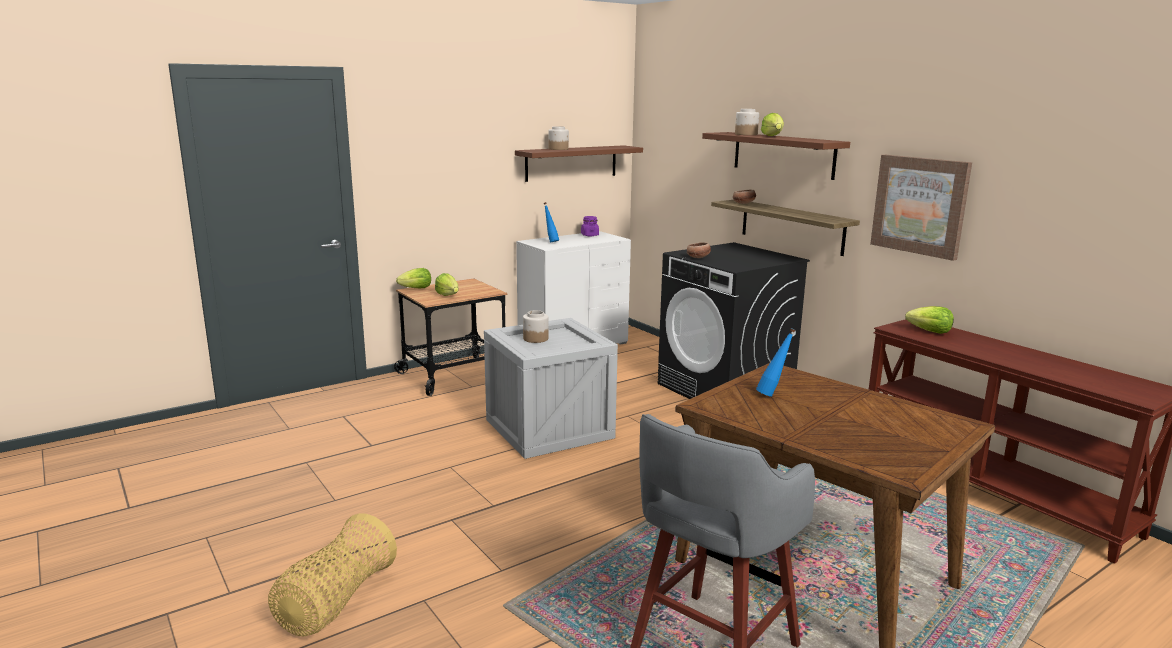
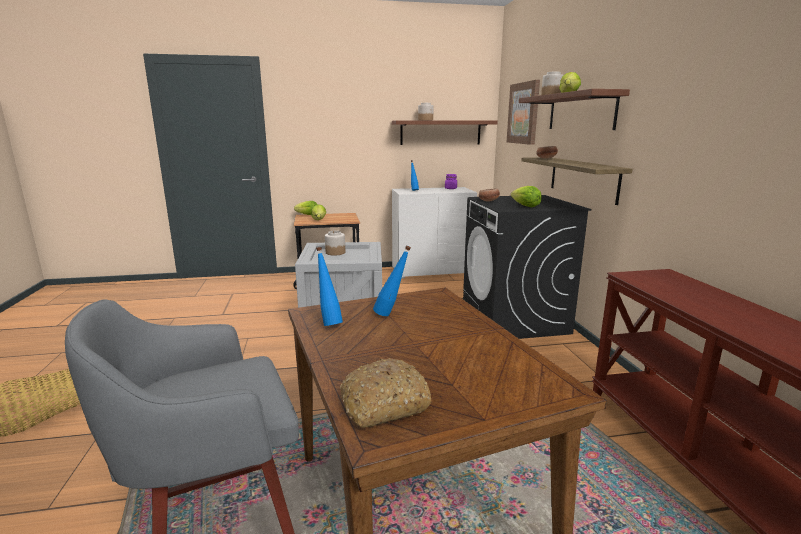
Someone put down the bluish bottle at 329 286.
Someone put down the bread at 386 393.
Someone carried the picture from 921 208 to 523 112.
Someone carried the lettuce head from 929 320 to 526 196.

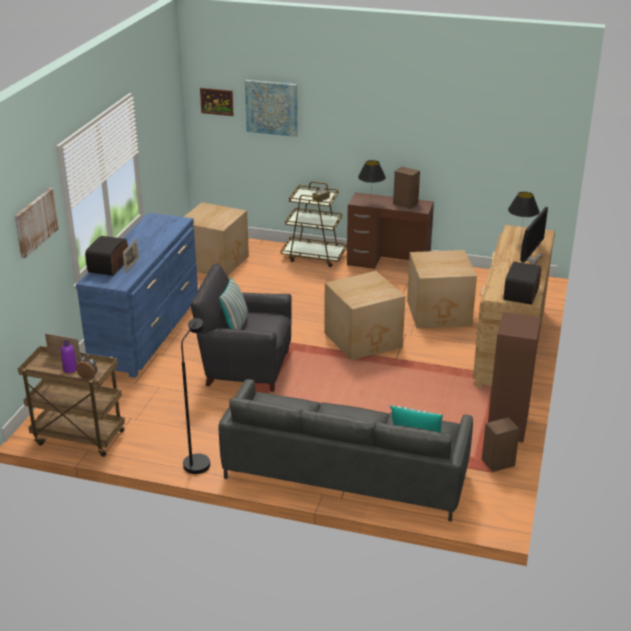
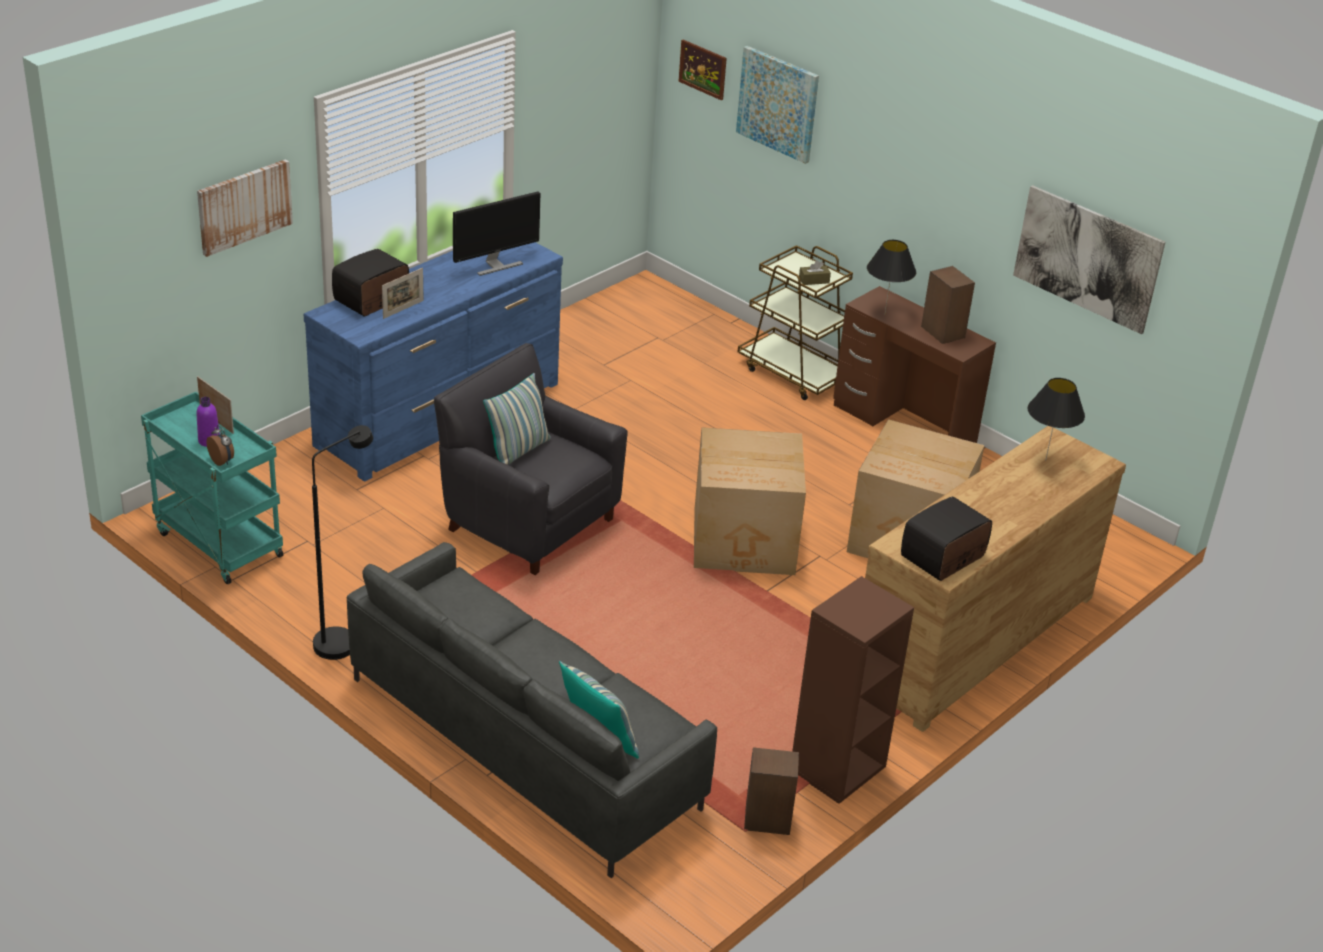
Someone repainted the brownish wheeled cart at 71 401, which became the blue-green wheeled cart at 212 488.
Someone carried the computer screen from 534 236 to 496 233.
Someone put up the picture at 1089 259.
Someone took away the packing box at 216 239.

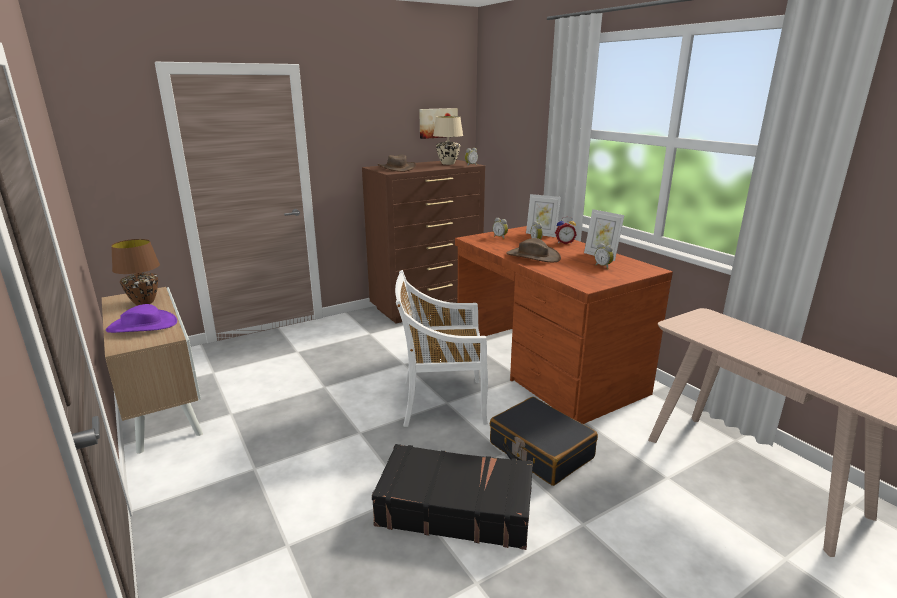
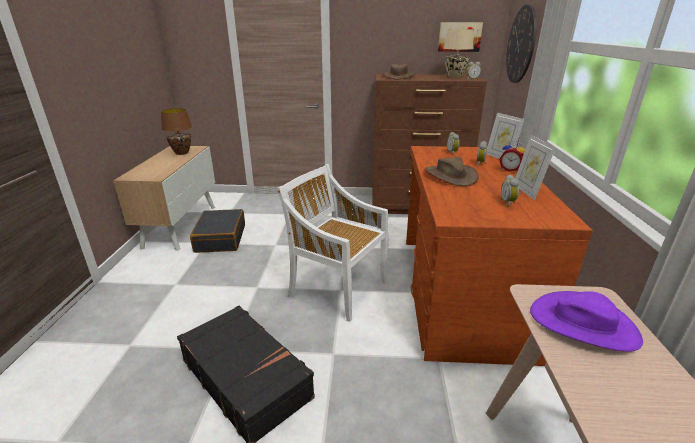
Someone carried the black-coloured travel case from 544 441 to 217 231.
Someone put up the wall clock at 521 43.
Someone carried the purplish hat from 141 318 to 586 321.

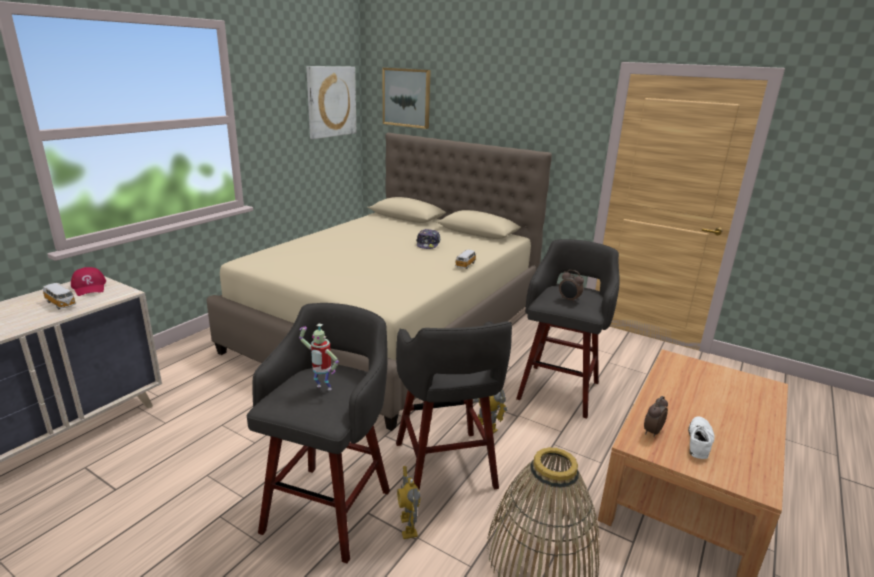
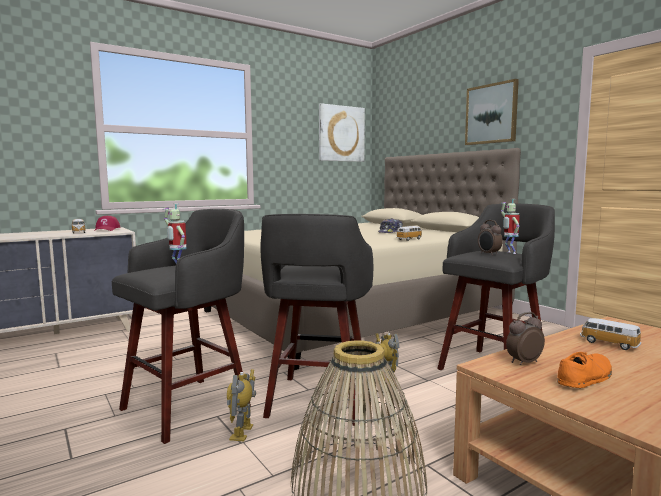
Someone carried the picture from 407 98 to 492 112.
Someone put down the robot figure at 510 226.
Someone repainted the whitish low shoe at 701 437, which became the orange low shoe at 584 370.
Someone put down the model car at 610 334.

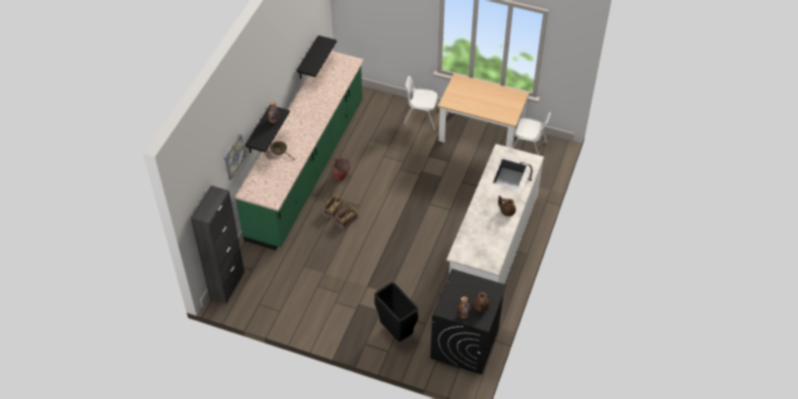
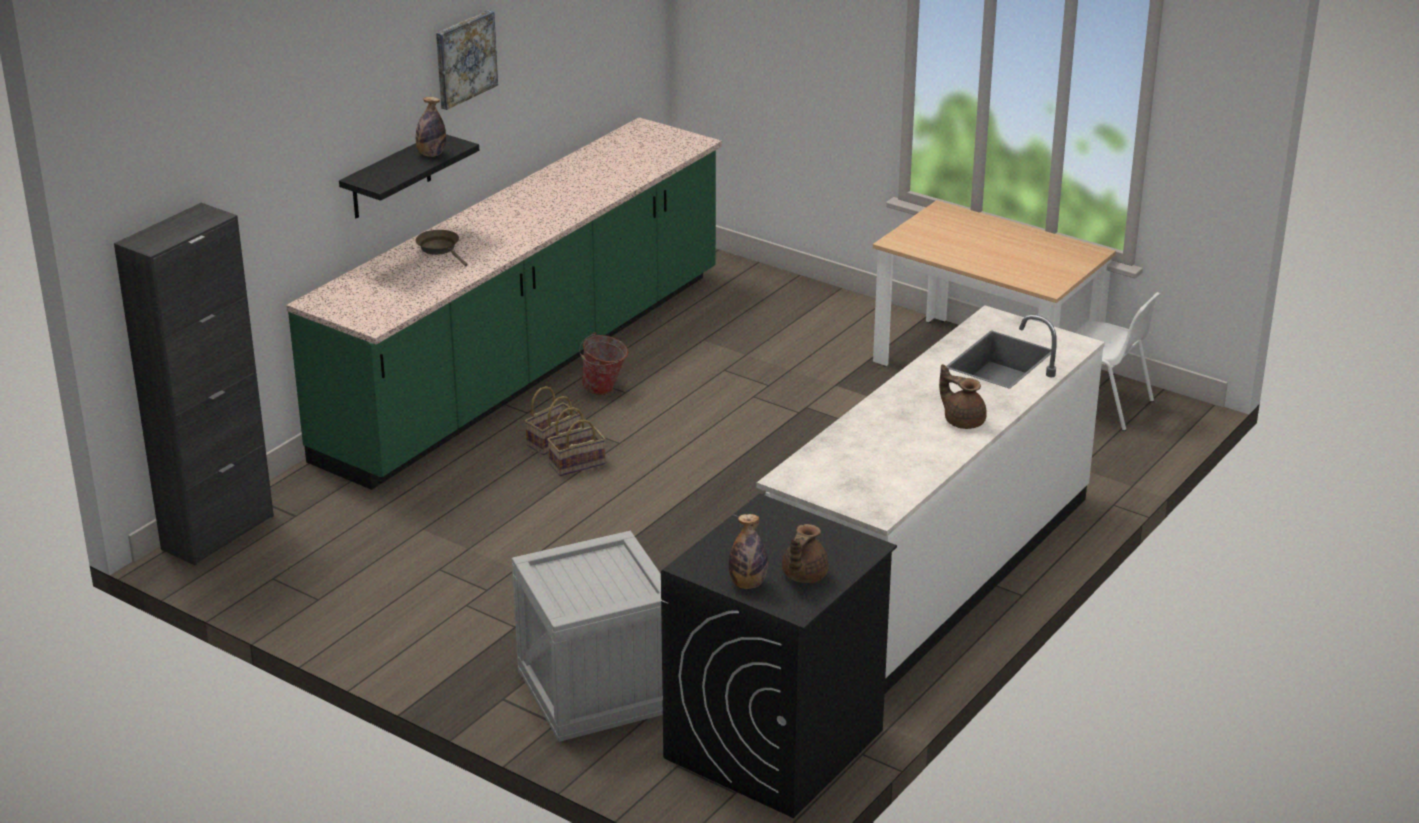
Someone carried the picture from 234 156 to 467 60.
Someone swapped the black-coloured rubbish bin at 396 312 for the shipping crate at 587 636.
Someone took away the black-coloured wall shelf at 316 57.
Someone took away the whitish plain chair at 421 103.

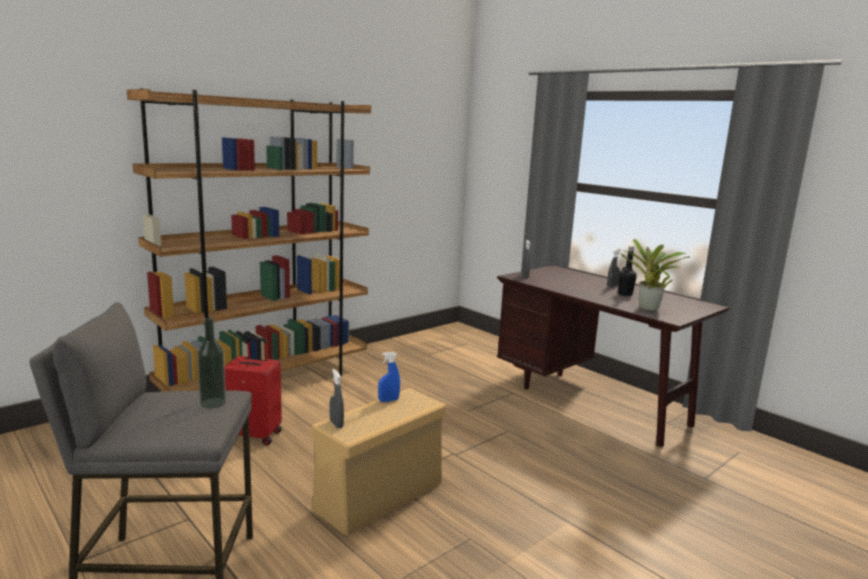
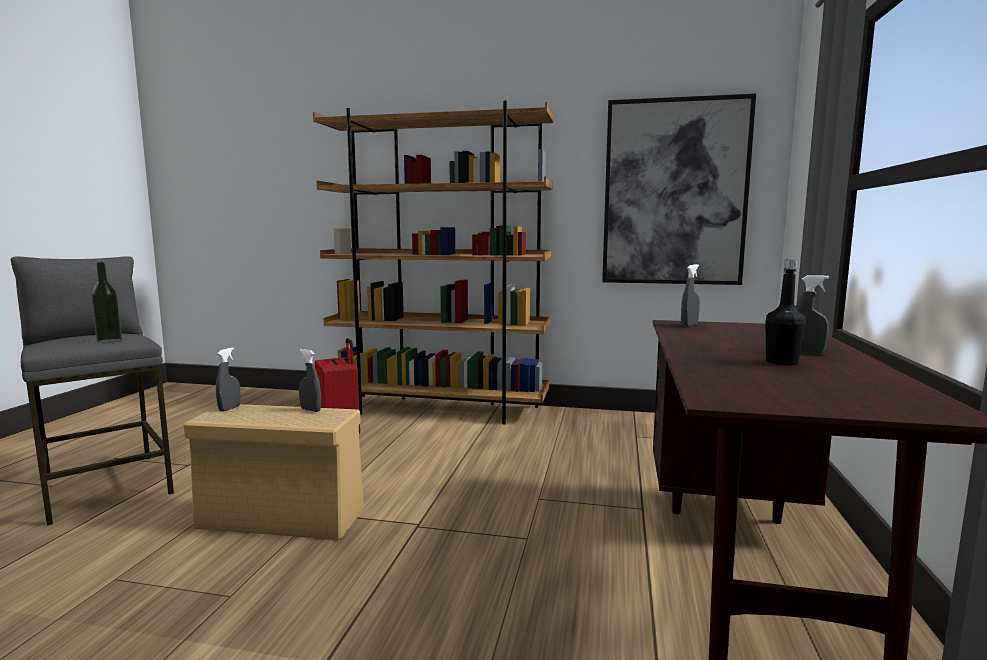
Someone repainted the bluish sprayer at 389 377, which became the gray sprayer at 310 380.
Someone put up the picture at 679 189.
Someone took away the potted plant at 655 275.

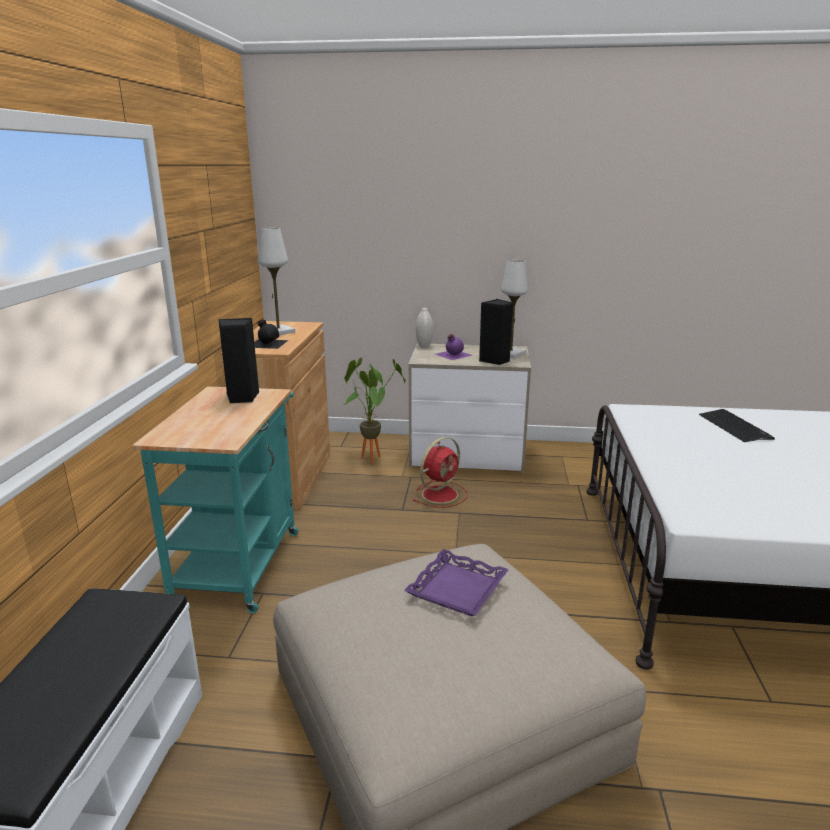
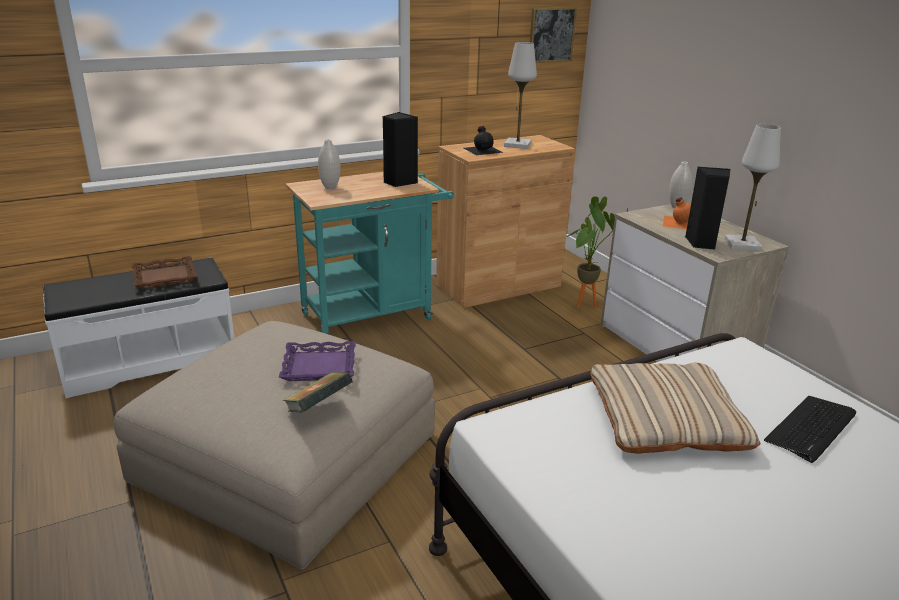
Someone put down the brownish carrying tray at 164 272.
Someone put down the bound book at 318 392.
Someone put down the whitish decorative vase at 329 164.
Someone put up the picture at 553 35.
Someone put down the sand-coloured cushion at 675 408.
Someone repainted the purplish bottle at 453 347, which became the orange bottle at 677 213.
Someone took away the red-coloured electric fan at 440 472.

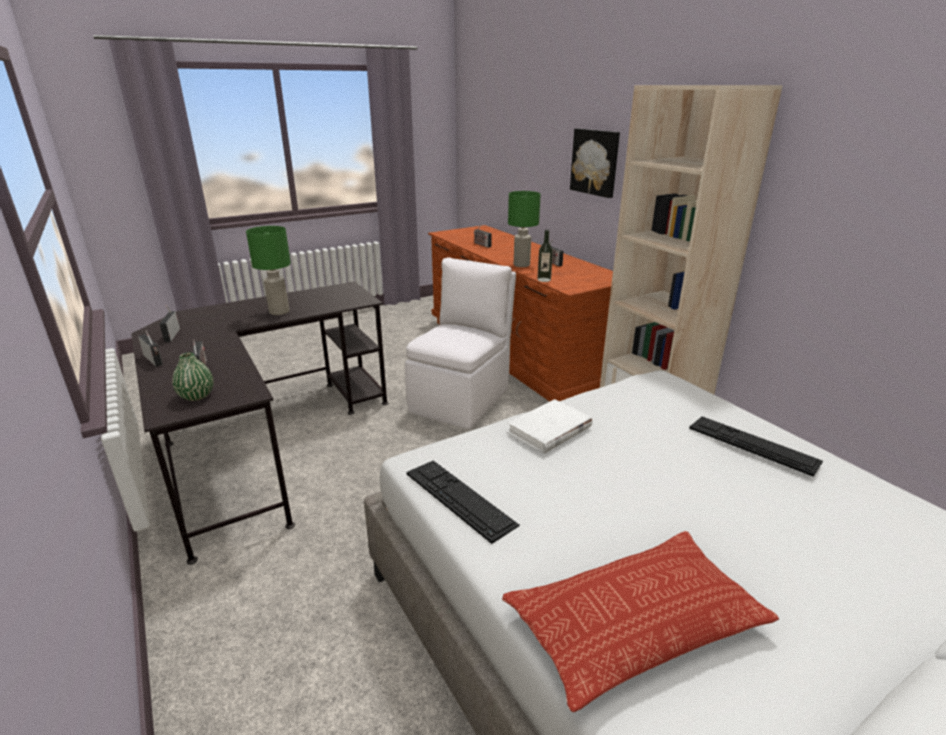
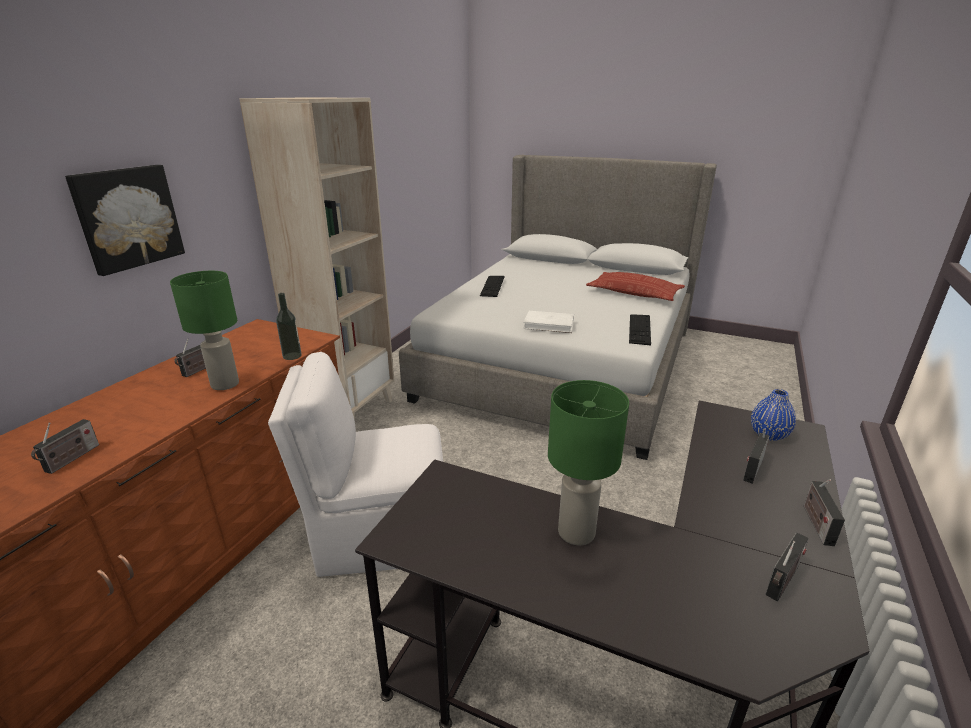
Someone repainted the green decorative vase at 193 377, which became the bluish decorative vase at 773 415.

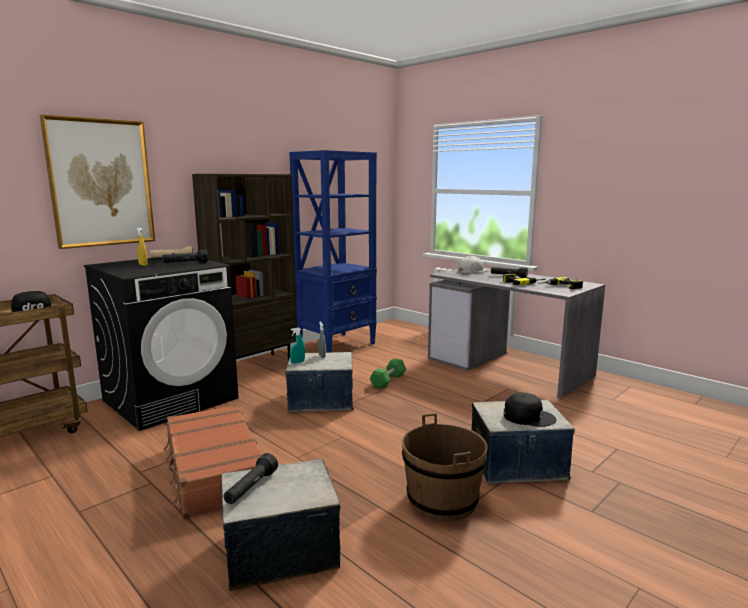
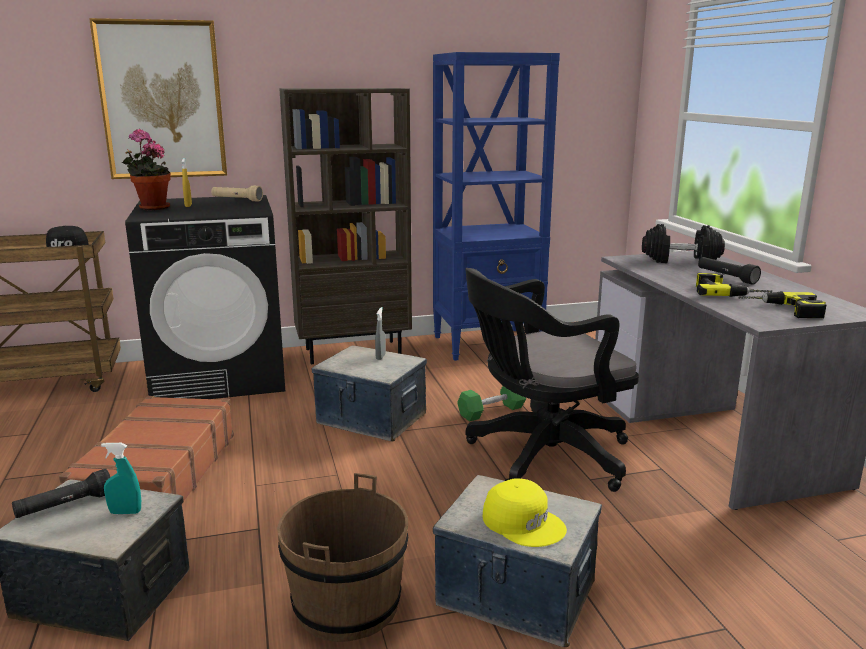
Someone carried the blue-green sprayer from 297 346 to 121 478.
Someone put down the potted plant at 146 169.
Someone put down the black-coloured desk chair at 552 380.
Someone repainted the black-coloured peaked cap at 530 409, which became the yellow peaked cap at 525 512.
Someone swapped the whitish safety helmet at 472 264 for the black-coloured hand weight at 683 243.
Someone took away the black-coloured hand torch at 185 256.

